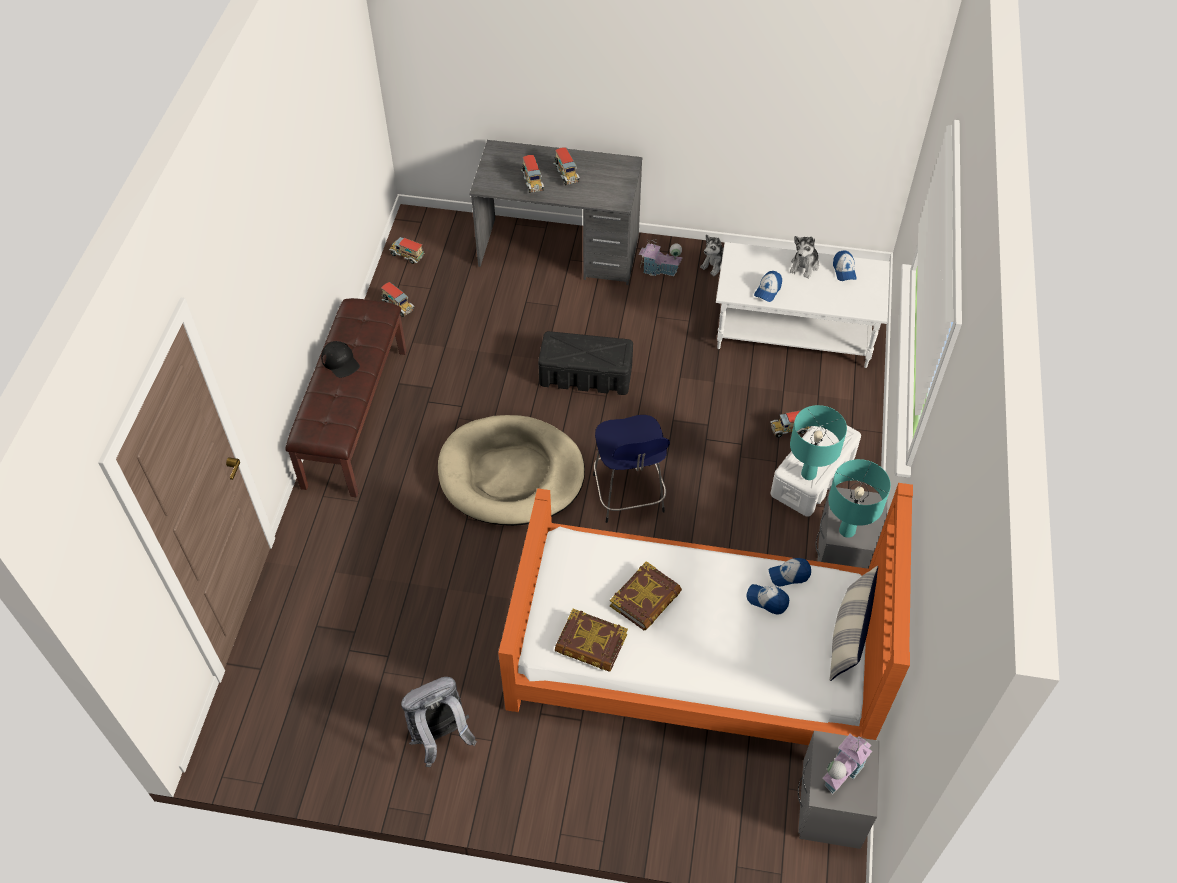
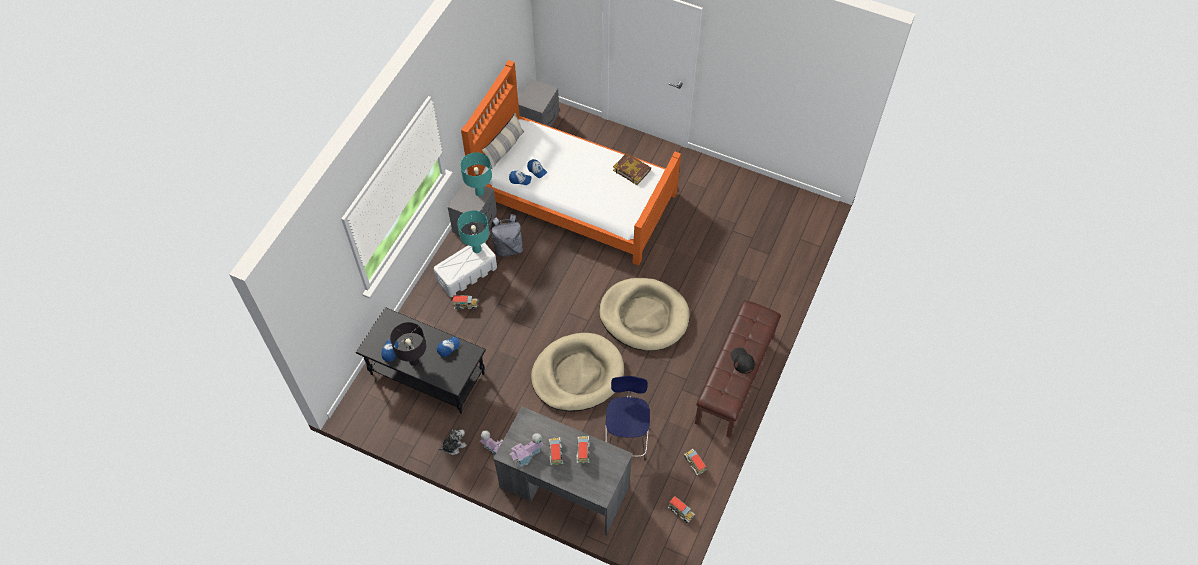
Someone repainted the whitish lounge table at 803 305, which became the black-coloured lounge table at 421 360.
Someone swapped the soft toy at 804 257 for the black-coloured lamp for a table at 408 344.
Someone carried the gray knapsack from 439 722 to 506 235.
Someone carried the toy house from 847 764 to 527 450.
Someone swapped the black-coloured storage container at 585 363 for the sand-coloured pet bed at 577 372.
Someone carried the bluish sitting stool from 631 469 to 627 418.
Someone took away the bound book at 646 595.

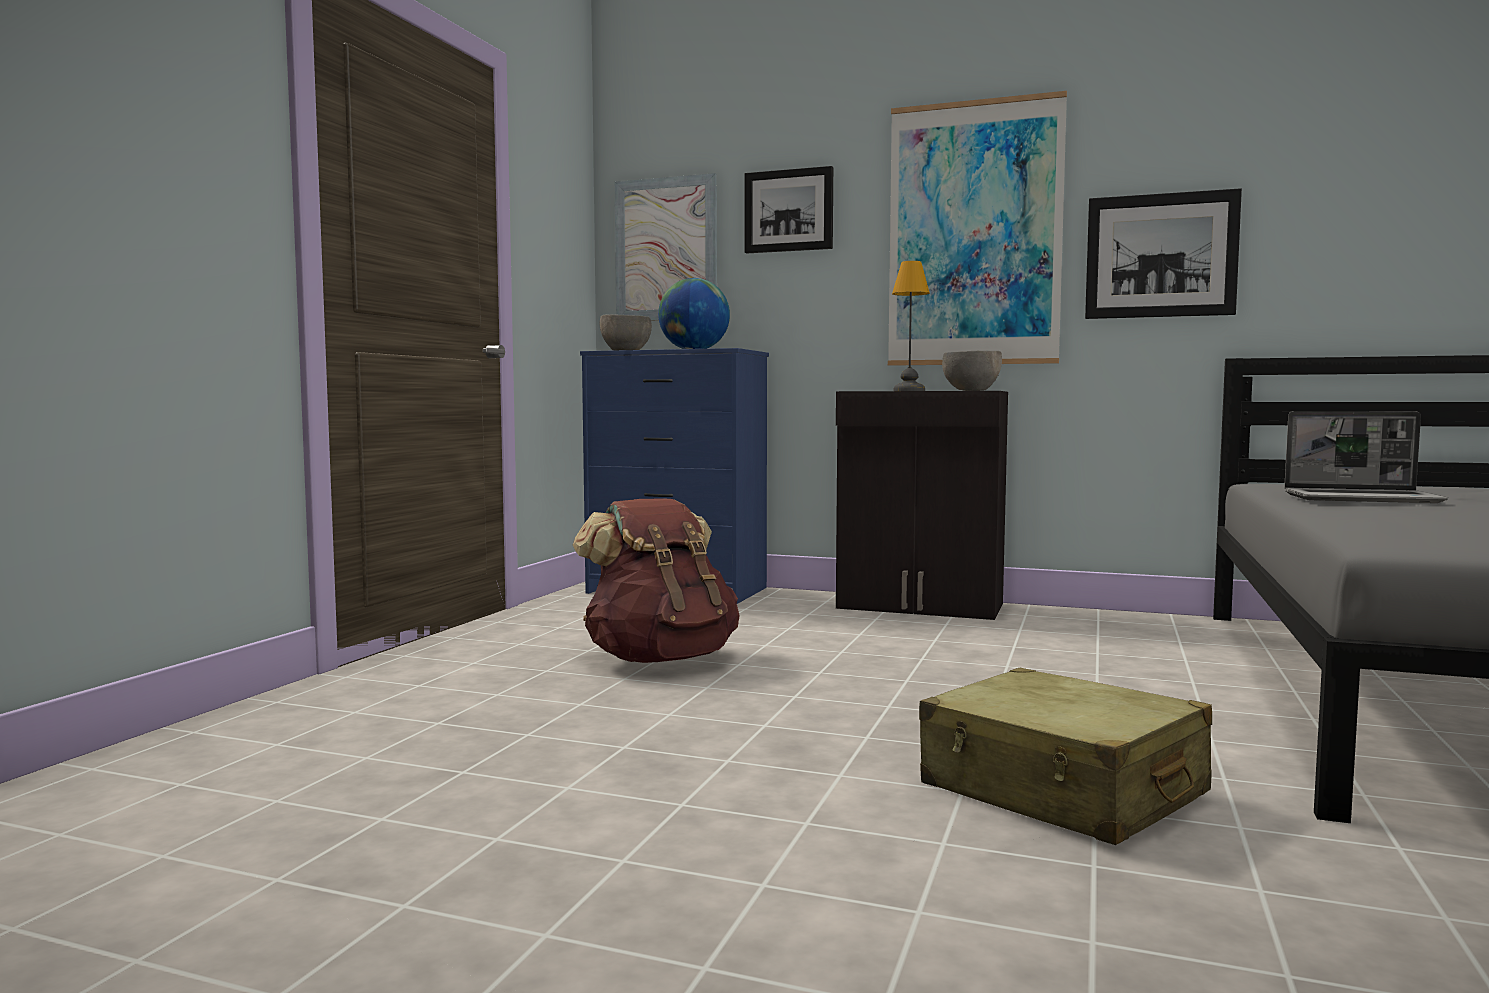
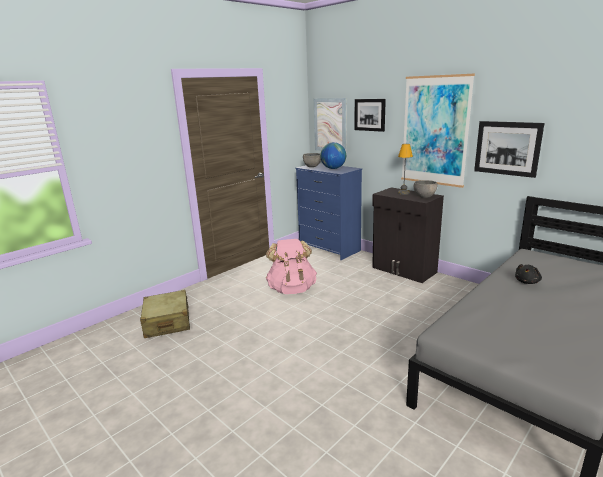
Someone carried the sand-coloured travel case from 1065 756 to 165 314.
Someone repainted the brownish knapsack at 656 581, which became the pinkish knapsack at 291 266.
Someone swapped the laptop at 1366 457 for the black-coloured soft toy at 528 274.

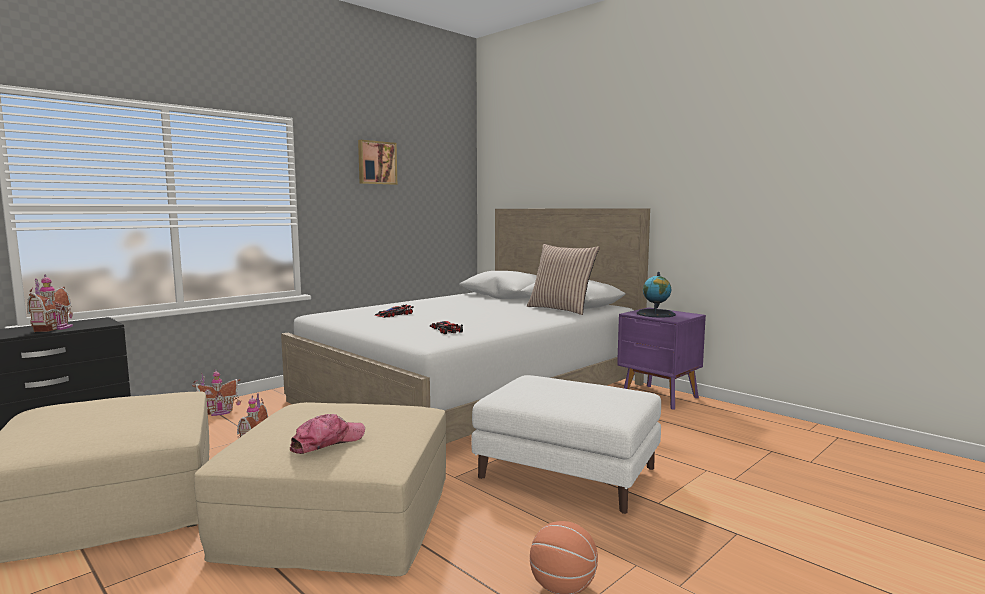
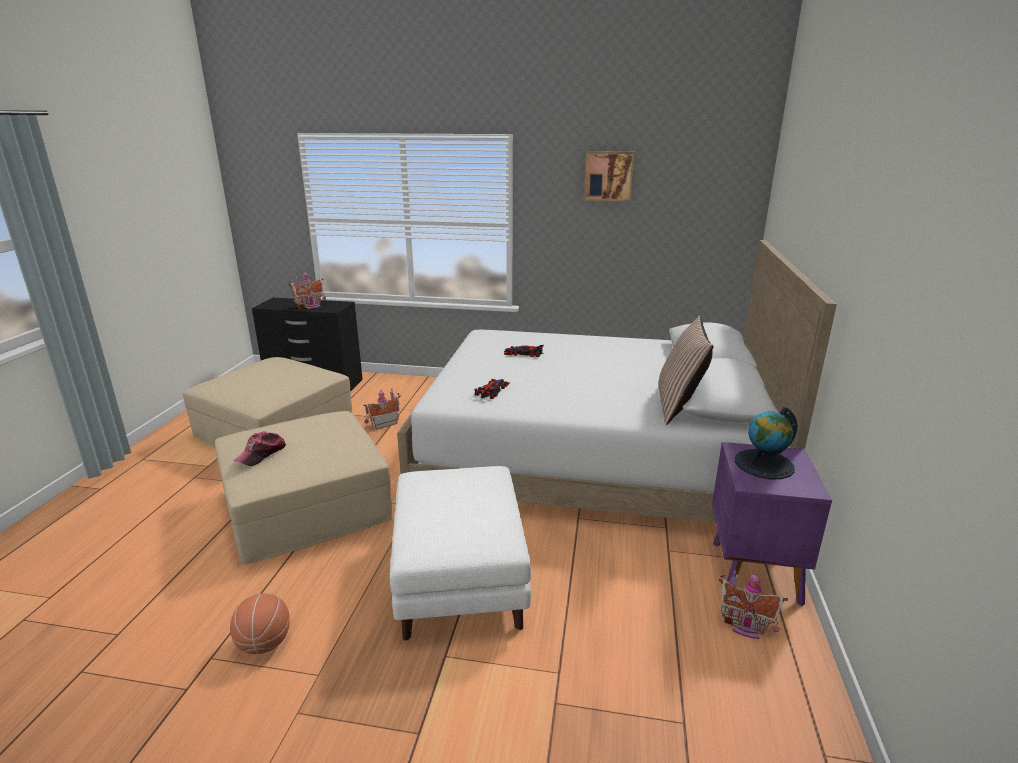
Someone rotated the peaked cap at 327 434 by 105 degrees clockwise.
Someone carried the toy house from 216 393 to 753 605.

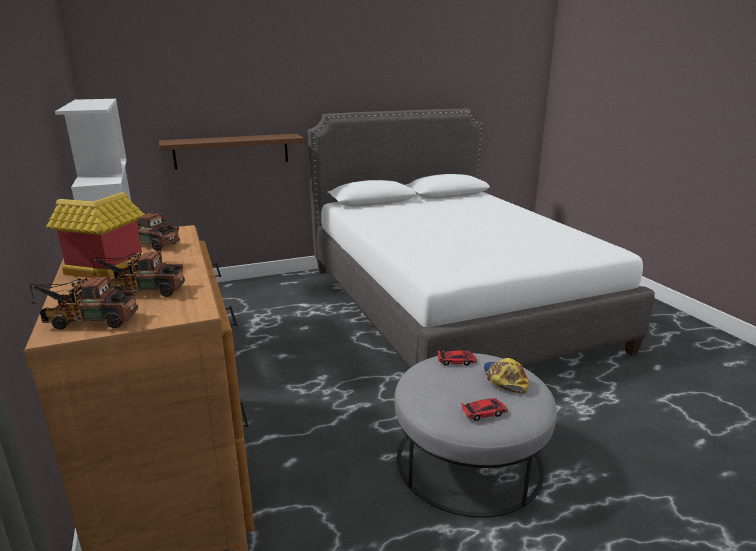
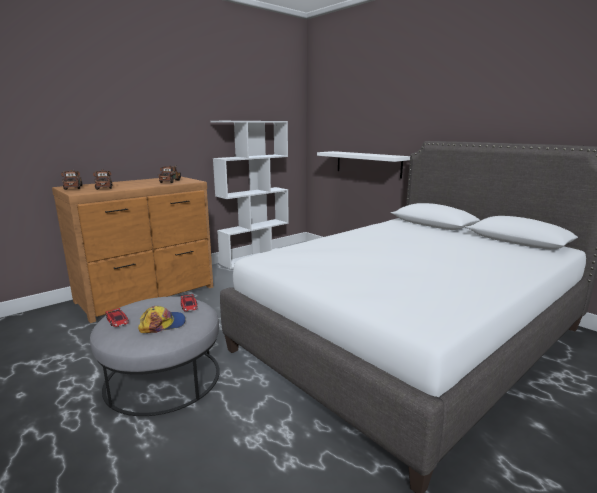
Someone repainted the brownish wall shelf at 232 151, which became the whitish wall shelf at 363 164.
Someone took away the toy house at 95 235.

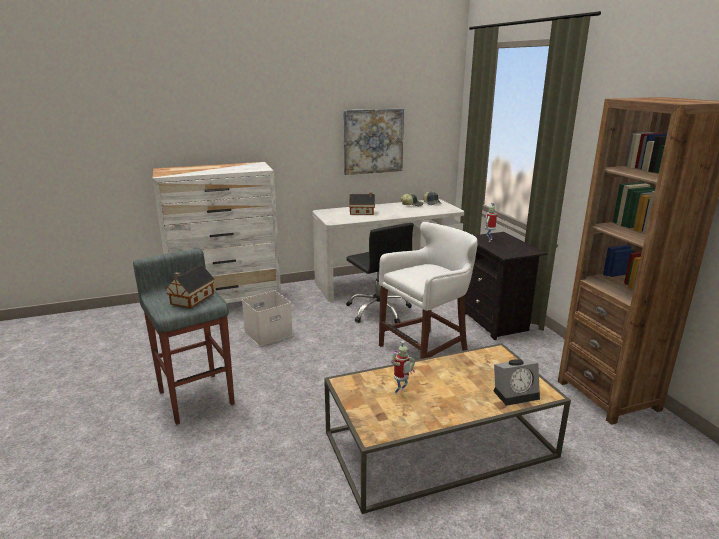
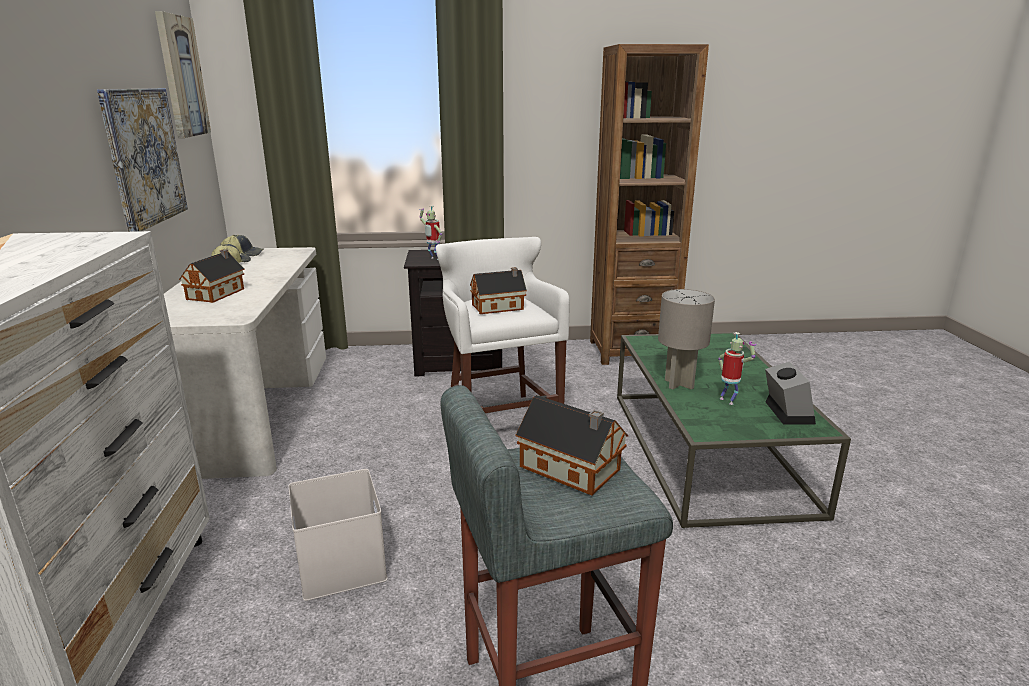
Someone put up the picture at 183 74.
Someone put down the toy house at 498 290.
Someone repainted the brownish lounge table at 447 428, which became the green lounge table at 734 430.
Someone put down the gray lamp for a table at 686 339.
Someone carried the table clock from 517 382 to 790 393.
Someone took away the black-coloured desk chair at 380 273.

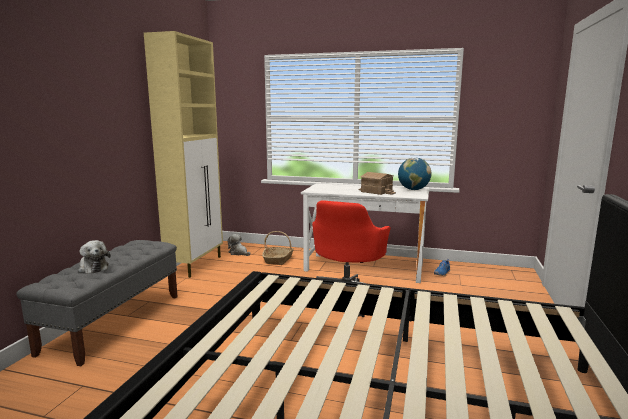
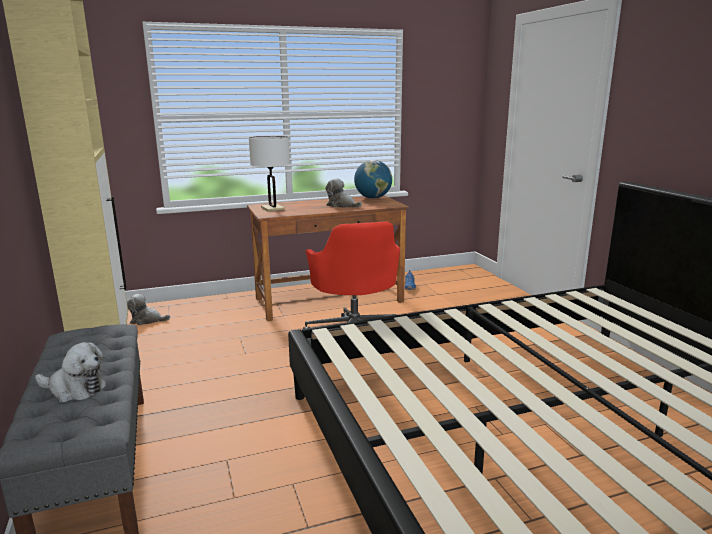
Someone repainted the whitish desk unit at 365 233, which became the brownish desk unit at 328 258.
Someone put down the whitish lamp for a table at 269 174.
Someone swapped the toy house at 377 183 for the soft toy at 343 193.
Someone took away the household basket at 278 248.

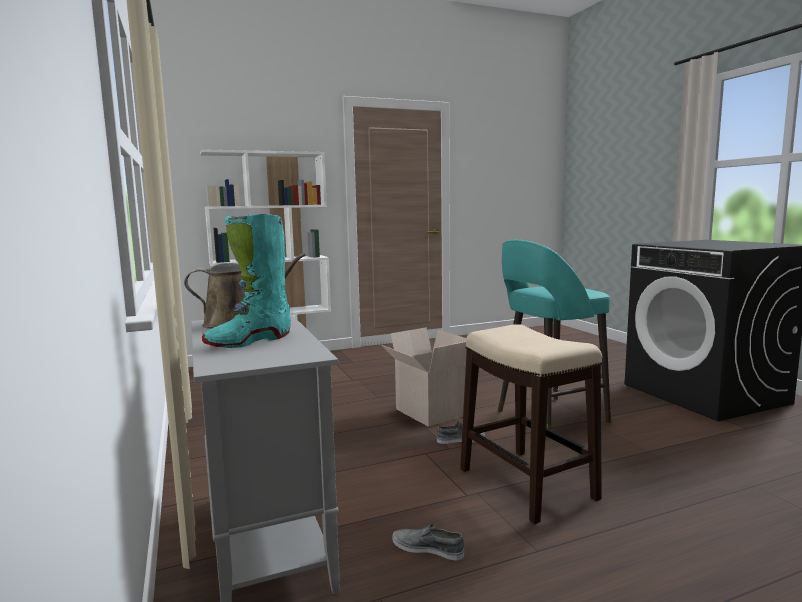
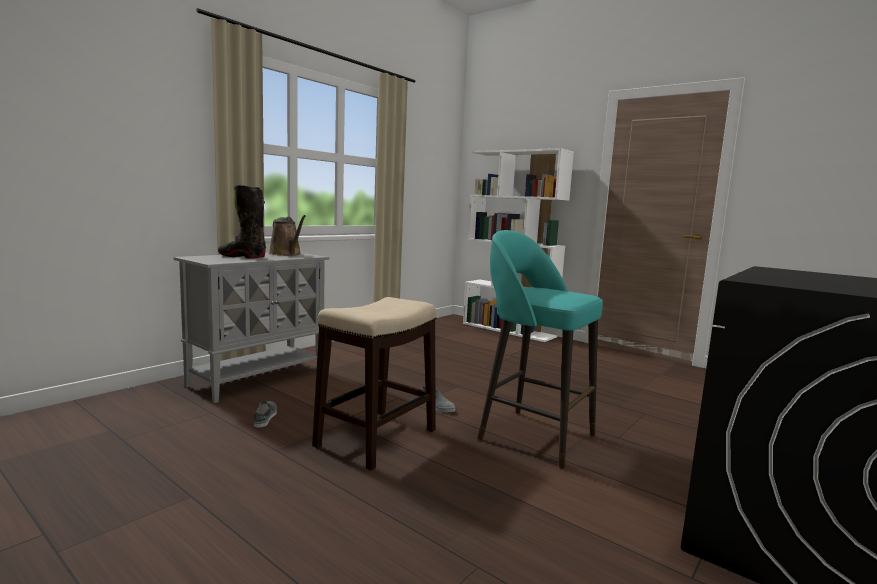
Someone repainted the blue-green high-top boot at 246 281, which became the black-coloured high-top boot at 242 222.
Someone took away the packing box at 424 377.

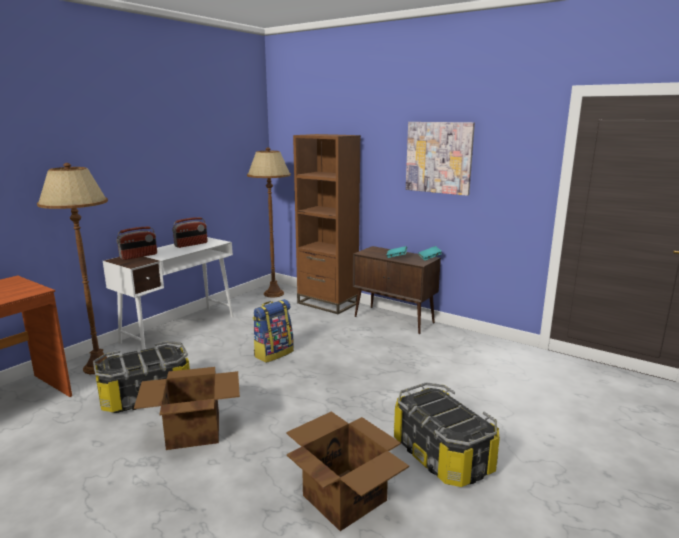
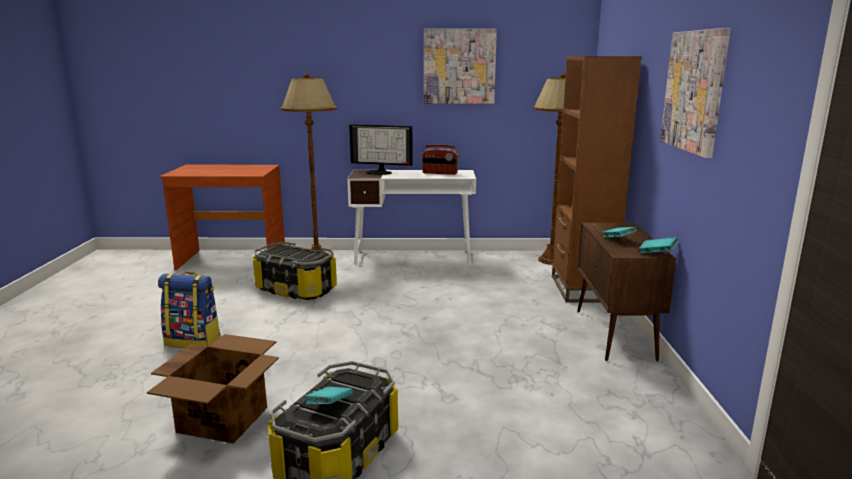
Someone carried the knapsack from 273 331 to 189 310.
Someone put down the blue-green bound book at 329 395.
Someone swapped the radio set at 136 243 for the computer screen at 381 149.
Someone put up the picture at 460 66.
Someone took away the packing box at 187 408.

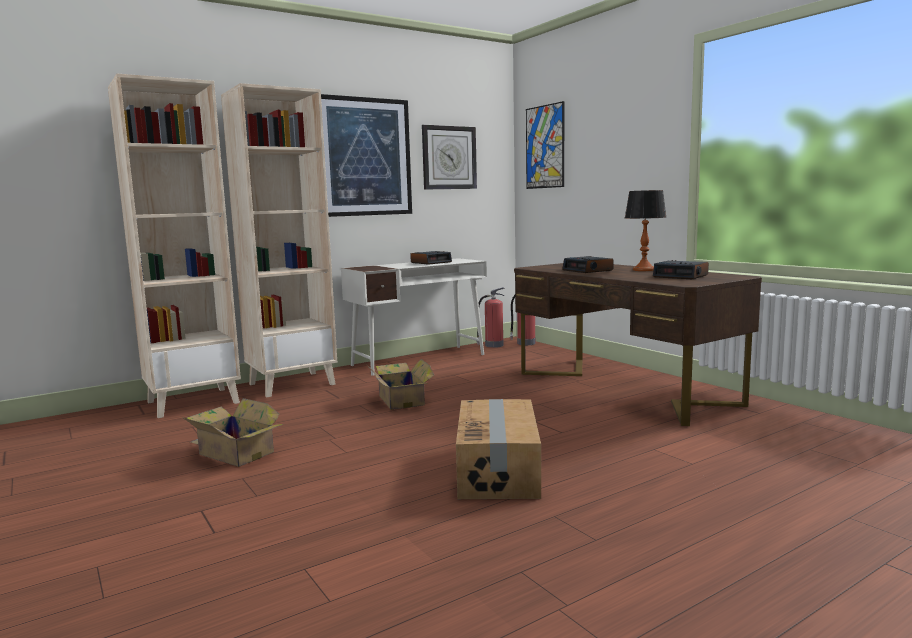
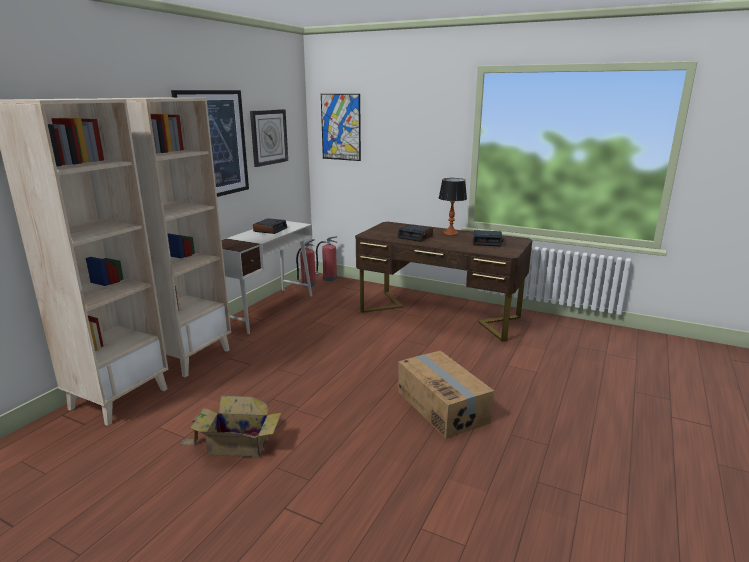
Someone took away the packing box at 400 384.

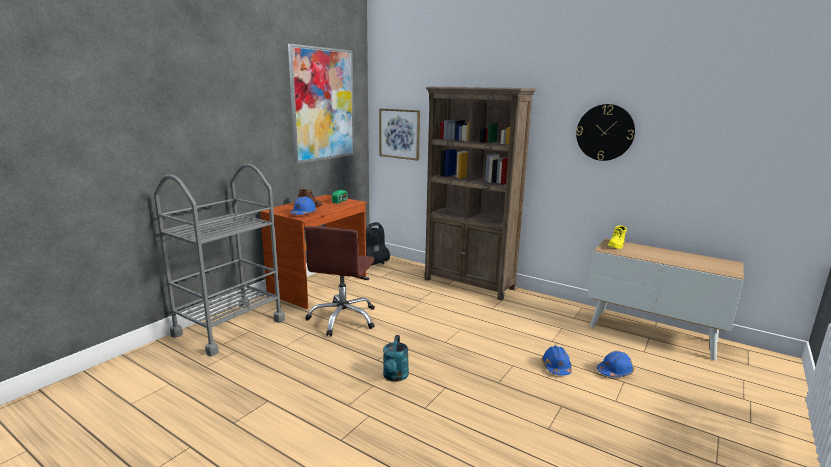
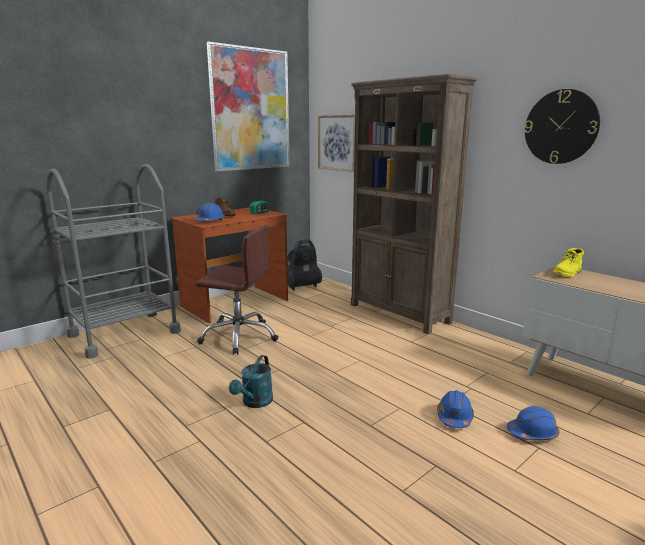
Someone rotated the brownish desk chair at 340 281 by 105 degrees counterclockwise.

